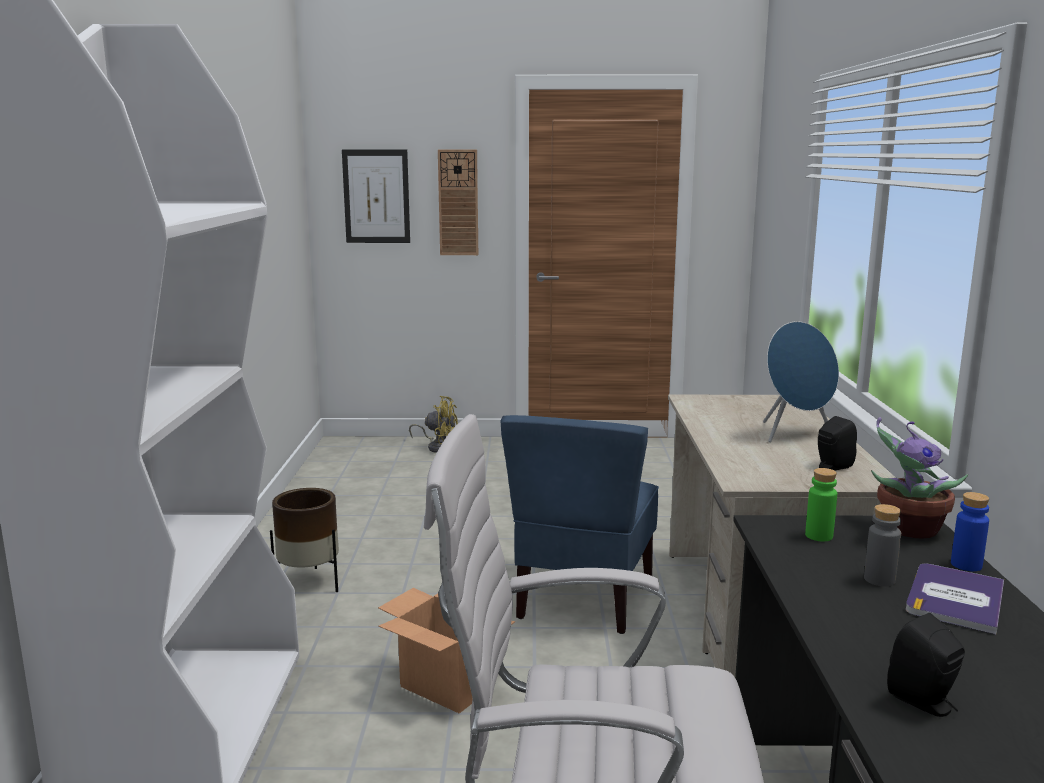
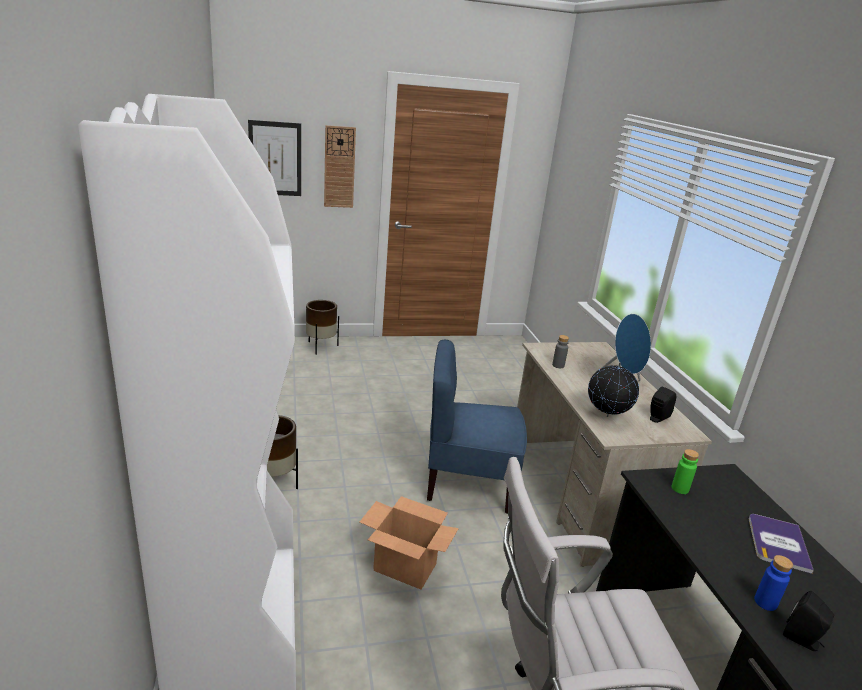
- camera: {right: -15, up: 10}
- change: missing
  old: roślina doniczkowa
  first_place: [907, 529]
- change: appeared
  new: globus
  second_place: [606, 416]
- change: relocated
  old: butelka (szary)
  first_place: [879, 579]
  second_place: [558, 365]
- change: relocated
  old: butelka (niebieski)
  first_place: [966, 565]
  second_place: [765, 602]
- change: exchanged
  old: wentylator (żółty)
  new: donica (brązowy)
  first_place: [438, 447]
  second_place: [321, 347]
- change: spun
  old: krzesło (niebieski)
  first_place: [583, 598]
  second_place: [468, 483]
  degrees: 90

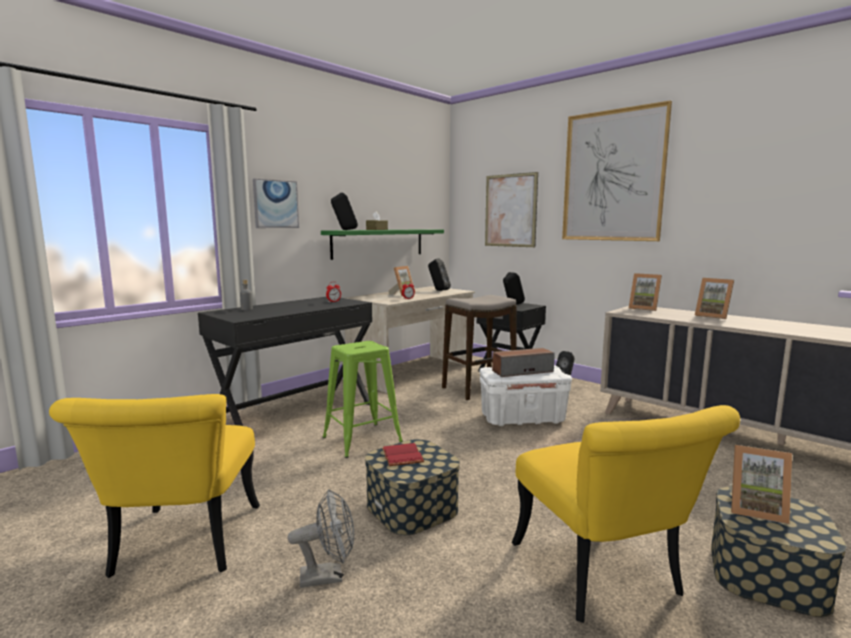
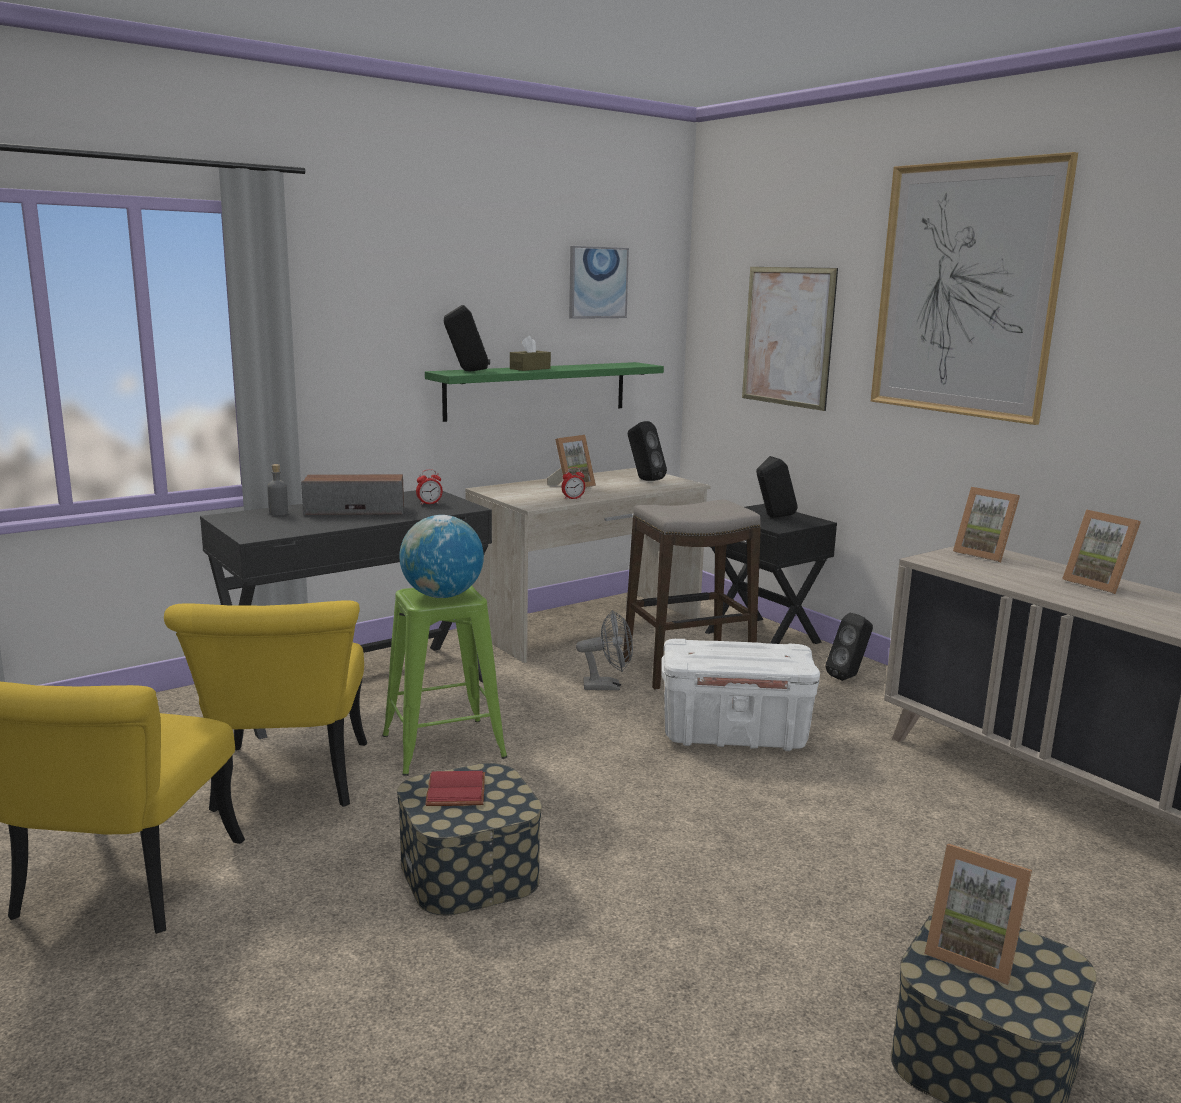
- camera: {right: 10, up: 5}
- change: appeared
  new: globus
  second_place: [442, 596]
- change: relocated
  old: obraz
  first_place: [275, 204]
  second_place: [597, 282]
- change: relocated
  old: wentylator (szary)
  first_place: [328, 576]
  second_place: [608, 686]
- change: relocated
  old: głośnik
  first_place: [522, 371]
  second_place: [355, 510]
- change: relocated
  old: krzesło (żółty)
  first_place: [605, 579]
  second_place: [287, 786]

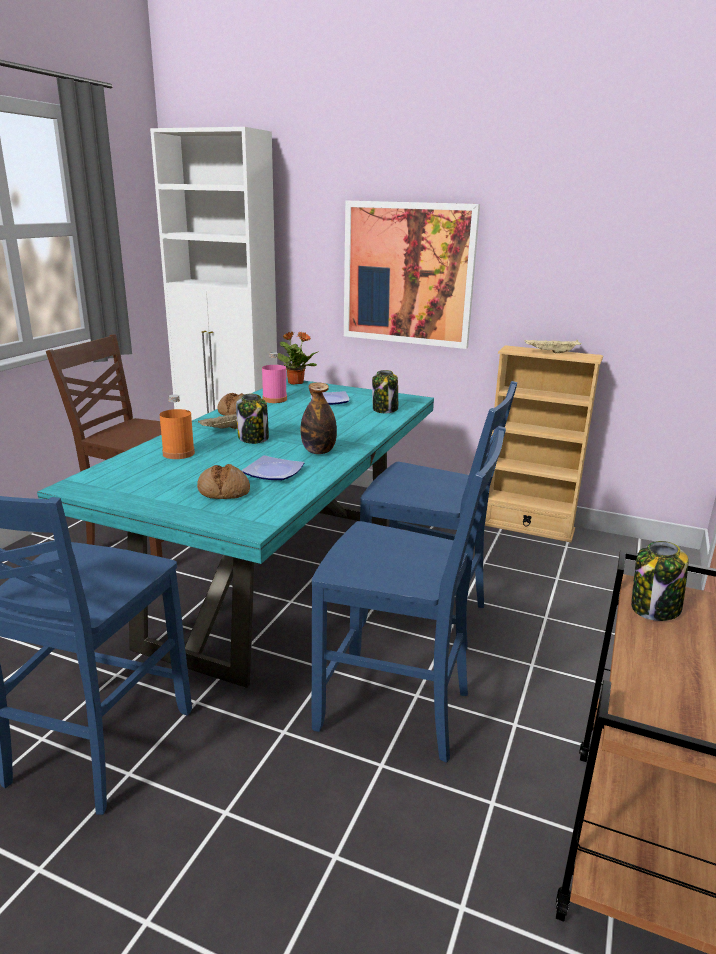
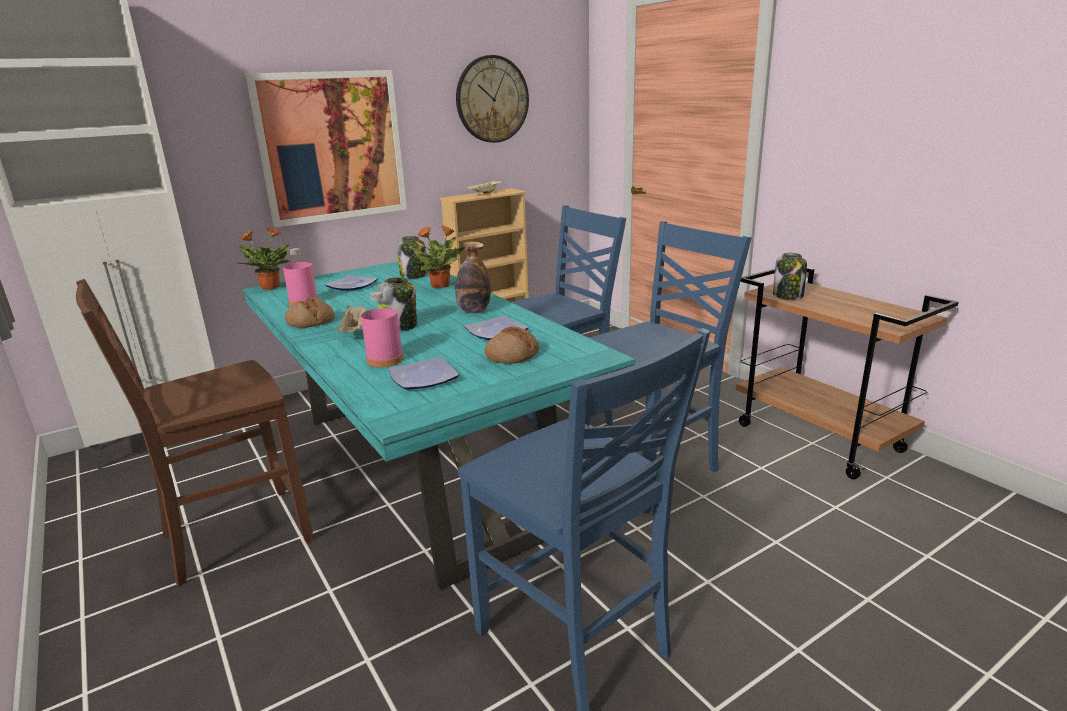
- camera: {right: -55, up: 0}
- change: appeared
  new: talerz
  second_place: [424, 377]
- change: appeared
  new: roślina doniczkowa
  second_place: [441, 285]
- change: appeared
  new: zegar ścienny
  second_place: [492, 99]
- change: colour
  old: butelka (pomarańczowy)
  new: butelka (różowy)
  first_place: [178, 453]
  second_place: [385, 360]

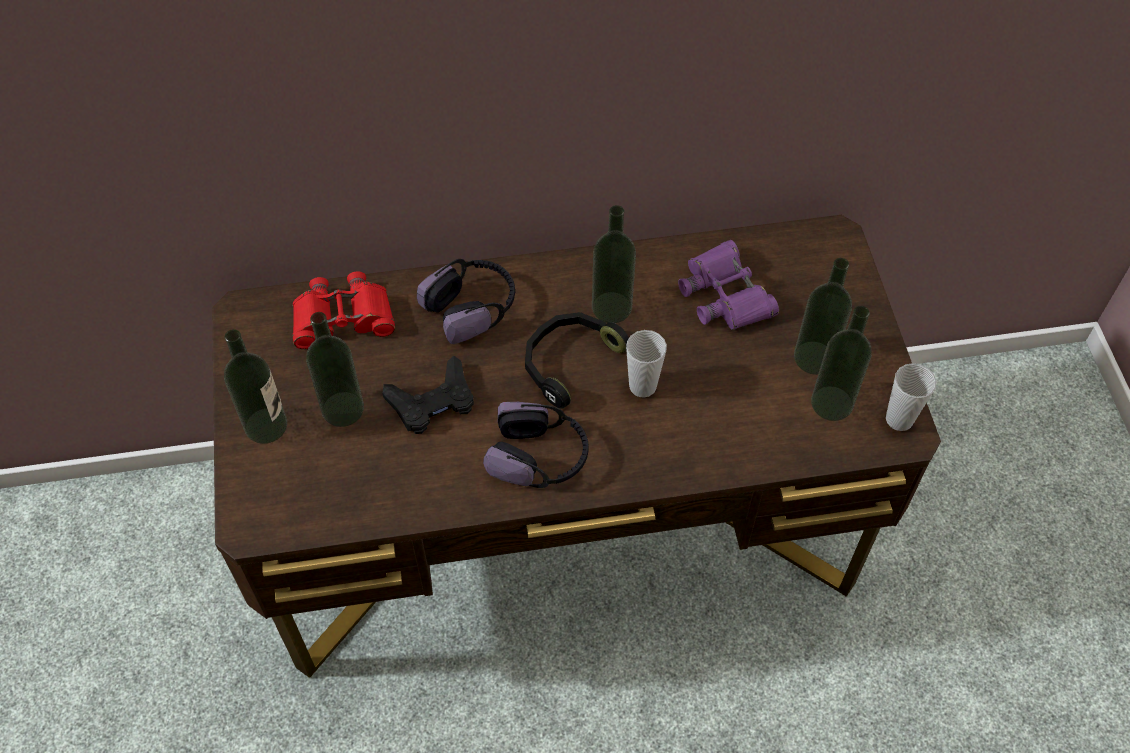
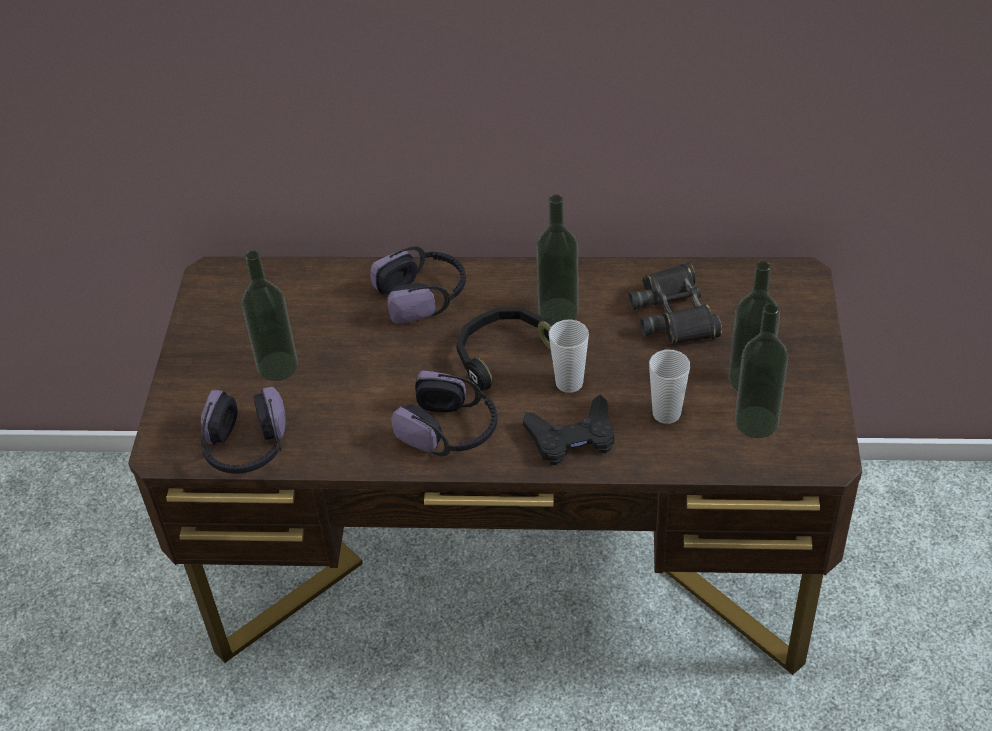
- camera: {right: 15, up: -10}
- change: missing
  old: butelka
  first_place: [266, 425]
- change: missing
  old: lornetka (czerwony)
  first_place: [343, 318]
- change: appeared
  new: słuchawki
  second_place: [246, 448]
- change: relocated
  old: pad do gier (czarny)
  first_place: [432, 402]
  second_place: [572, 437]
- change: relocated
  old: filiżanka
  first_place: [899, 419]
  second_place: [666, 413]
- change: colour
  old: lornetka (fioletowy)
  new: lornetka (czarny)
  first_place: [725, 294]
  second_place: [674, 313]

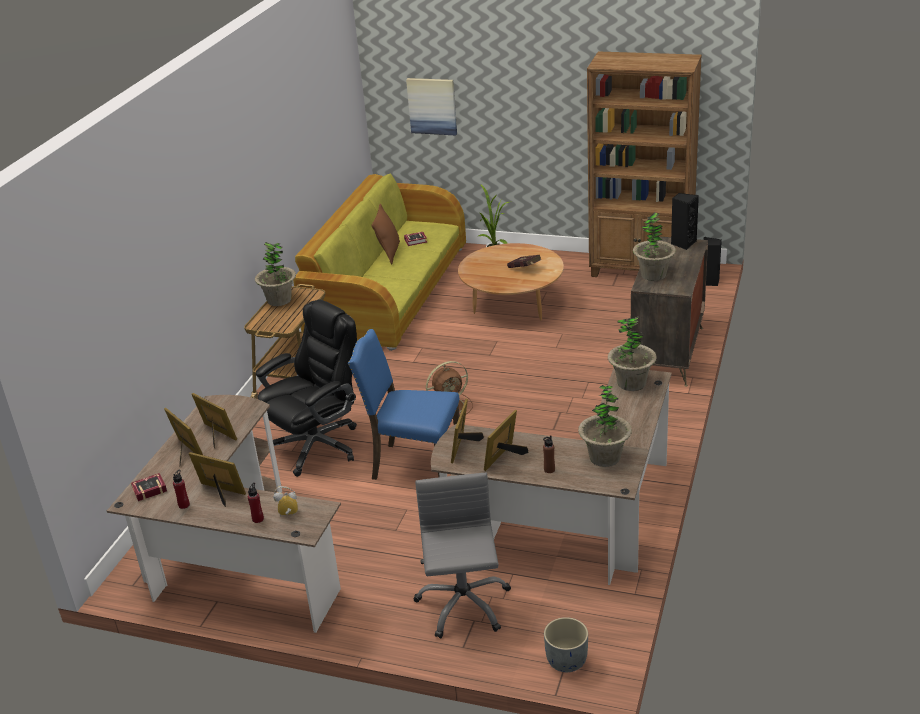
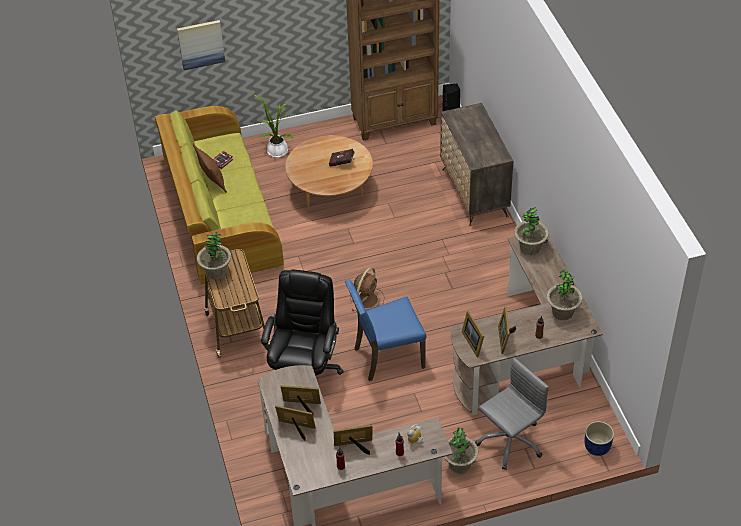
- camera: {right: -35, up: 15}
- change: missing
  old: książka
  first_place: [148, 490]
- change: missing
  old: głośnik (czarny)
  first_place: [683, 243]
- change: relocated
  old: roślina doniczkowa
  first_place: [653, 275]
  second_place: [459, 465]
- change: colour
  old: donica (szary)
  new: donica (niebieski)
  first_place: [566, 661]
  second_place: [597, 447]
- change: spun
  old: krzesło biurowe (szary)
  first_place: [463, 604]
  second_place: [510, 441]
  degrees: 90

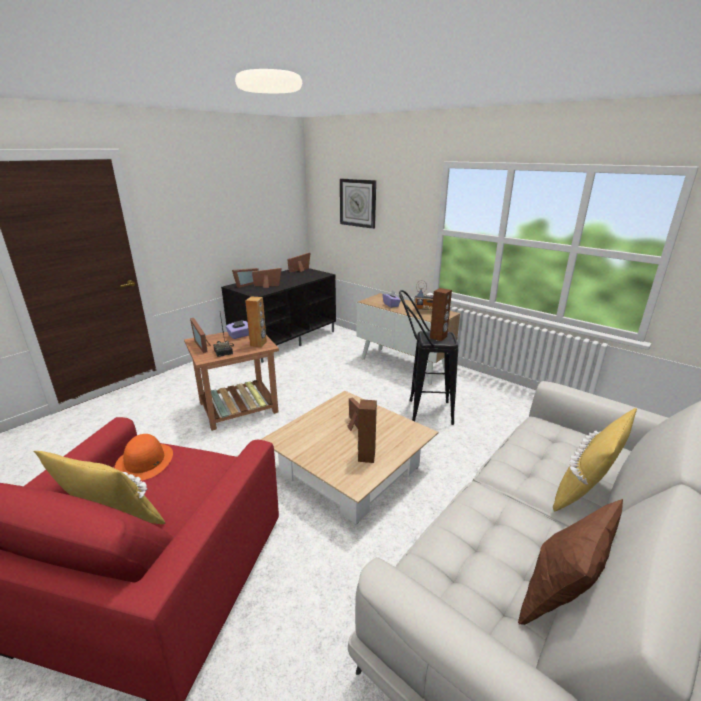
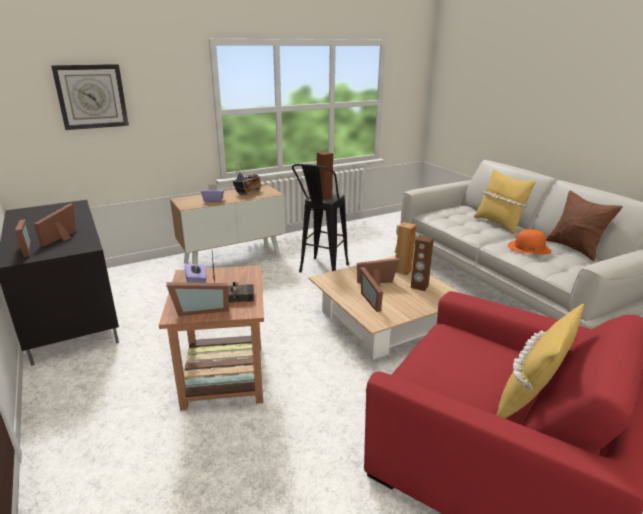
- camera: {right: -70, up: 0}
- change: relocated
  old: kapelusz (pomarańczowy)
  first_place: [145, 461]
  second_place: [529, 248]
- change: relocated
  old: głośnik (brązowy)
  first_place: [258, 344]
  second_place: [403, 271]
- change: relocated
  old: ramka na zdjęcie
  first_place: [301, 270]
  second_place: [373, 300]

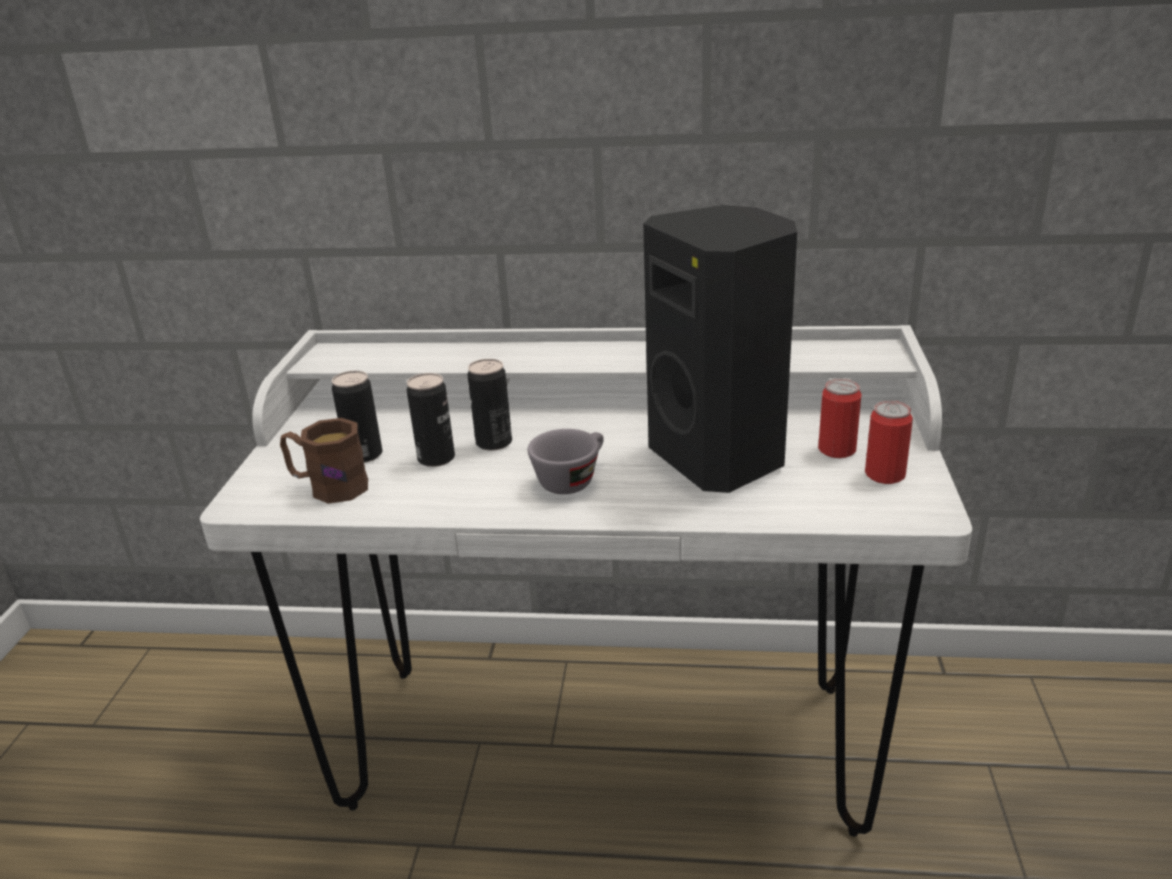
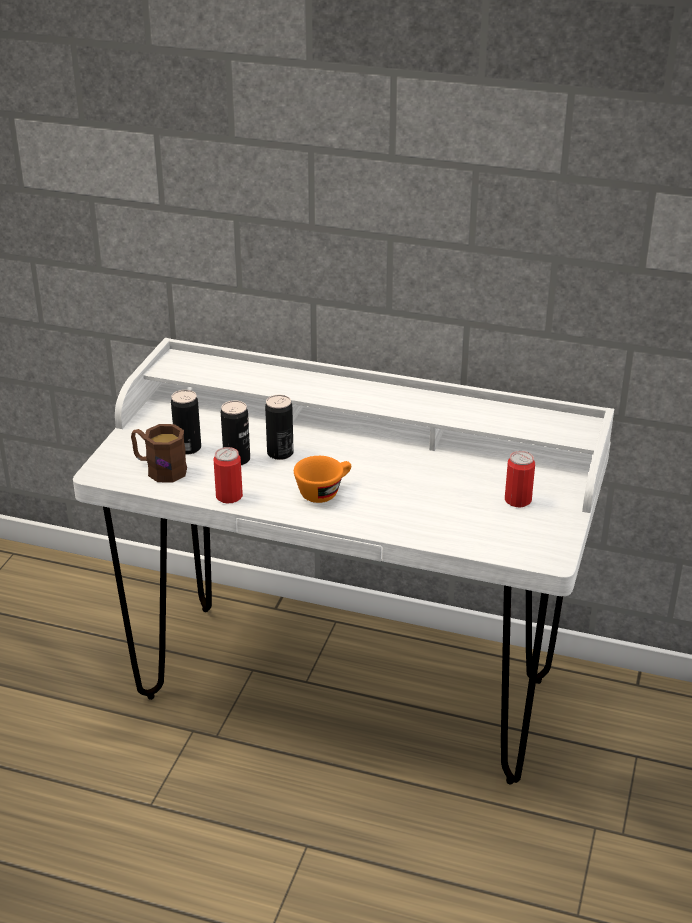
- camera: {right: 10, up: 5}
- change: missing
  old: głośnik (czarny)
  first_place: [721, 458]
- change: relocated
  old: puszka
  first_place: [885, 475]
  second_place: [229, 496]
- change: colour
  old: filiżanka (szary)
  new: filiżanka (pomarańczowy)
  first_place: [572, 479]
  second_place: [324, 492]

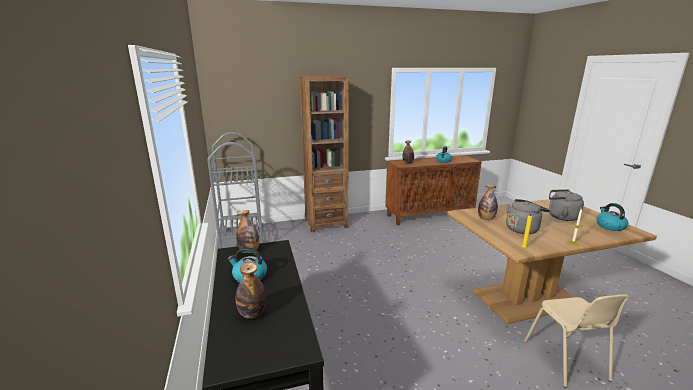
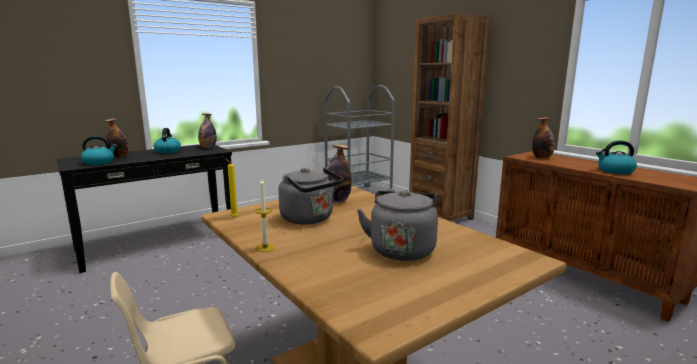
- camera: {right: 70, up: -5}
- change: relocated
  old: czajnik
  first_place: [609, 226]
  second_place: [99, 162]

